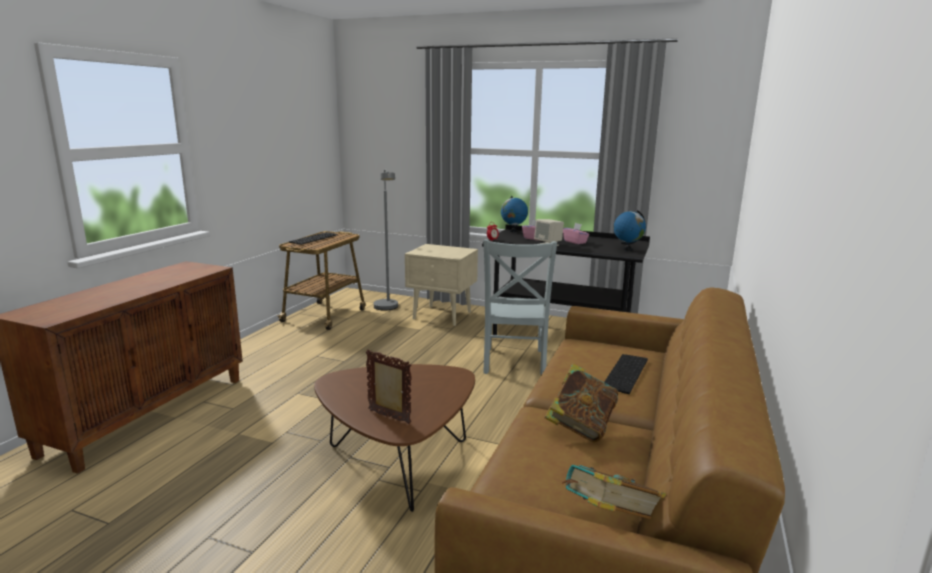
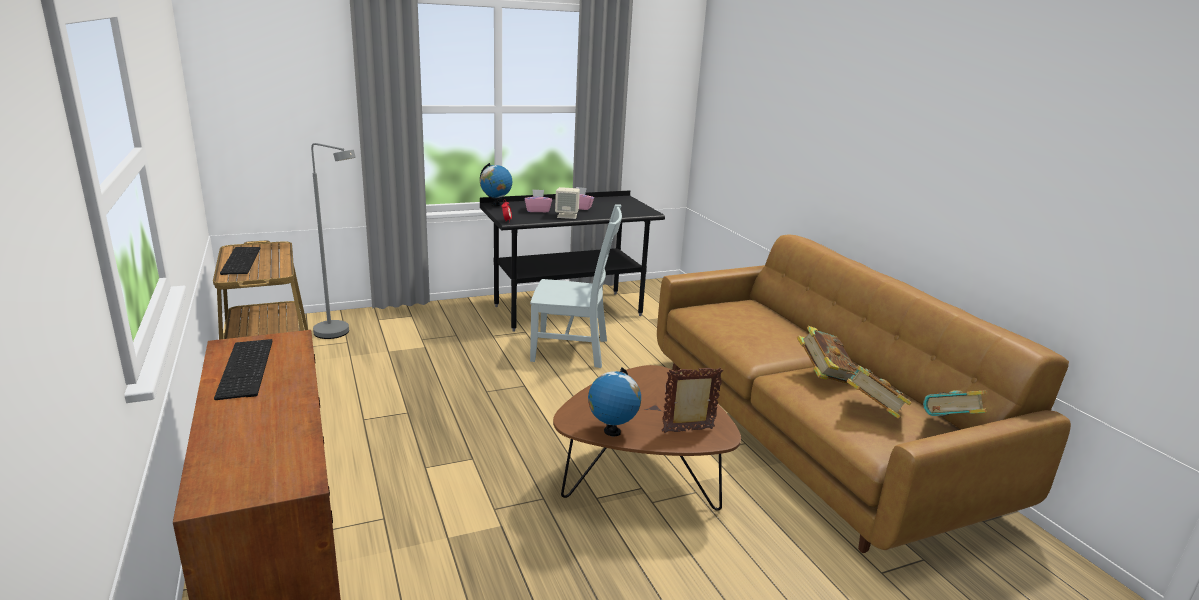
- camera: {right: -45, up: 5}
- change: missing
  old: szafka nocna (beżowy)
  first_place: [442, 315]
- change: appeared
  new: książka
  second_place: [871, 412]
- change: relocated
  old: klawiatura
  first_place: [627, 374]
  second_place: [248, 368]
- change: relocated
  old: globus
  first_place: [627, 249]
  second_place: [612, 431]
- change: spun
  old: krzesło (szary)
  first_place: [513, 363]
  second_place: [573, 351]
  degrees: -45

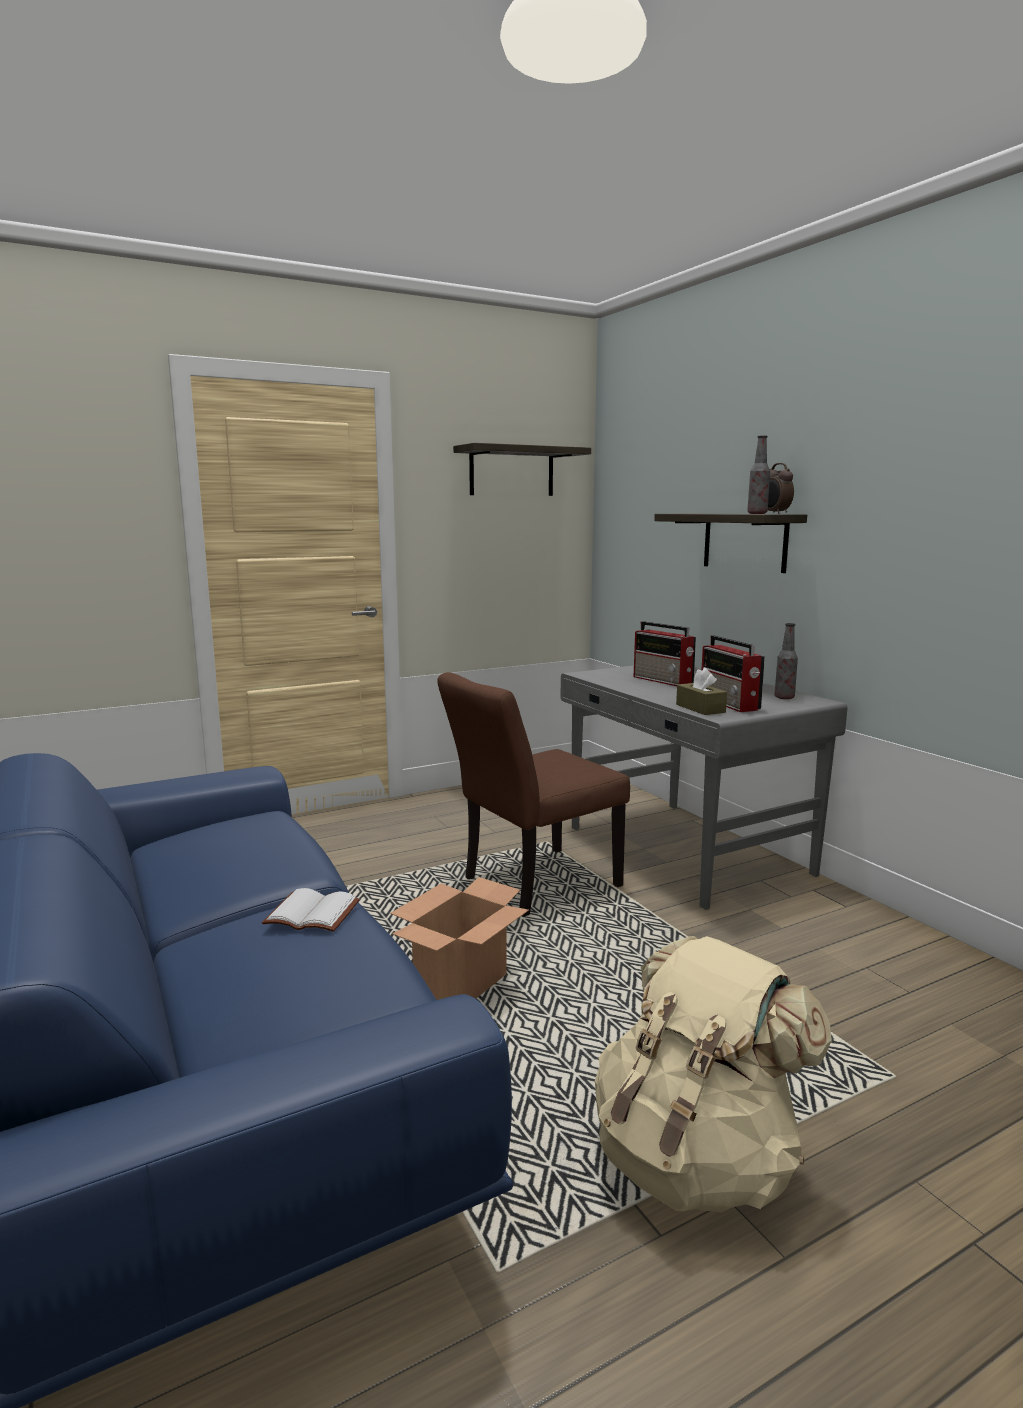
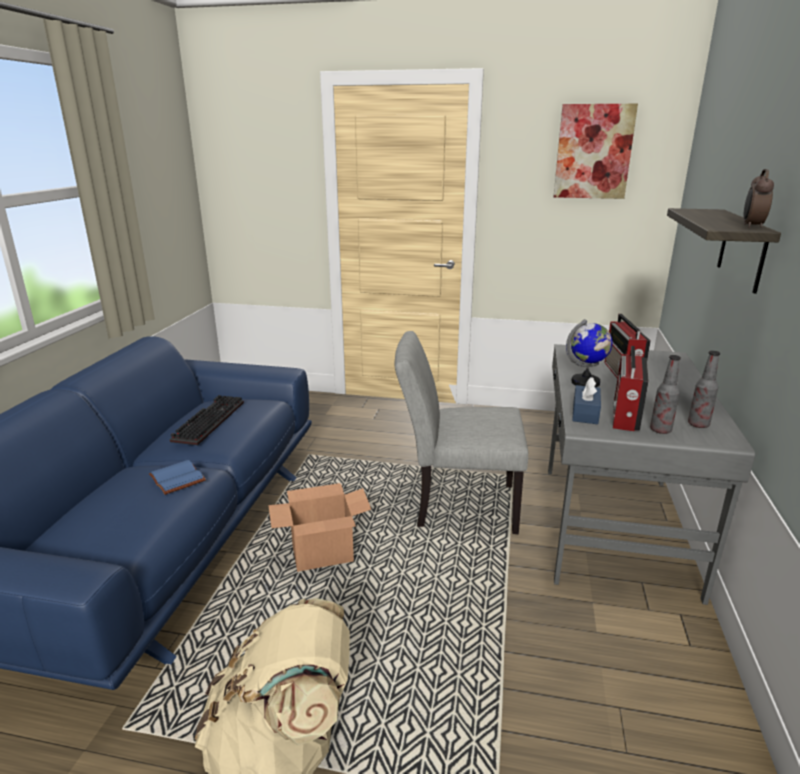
- camera: {right: 40, up: 10}
- change: appeared
  new: klawiatura
  second_place: [208, 420]
- change: appeared
  new: globus
  second_place: [586, 382]
- change: relocated
  old: butelka
  first_place: [757, 513]
  second_place: [660, 430]
- change: exchanged
  old: półka
  new: obraz
  first_place: [511, 472]
  second_place: [593, 152]
- change: colour
  old: książka (biały)
  new: książka (niebieski)
  first_place: [310, 915]
  second_place: [175, 478]
- change: colour
  old: krzesło (brązowy)
  new: krzesło (szary)
  first_place: [531, 885]
  second_place: [456, 505]
- change: colour
  old: pudełko chusteczek (brązowy)
  new: pudełko chusteczek (niebieski)
  first_place: [700, 708]
  second_place: [585, 413]

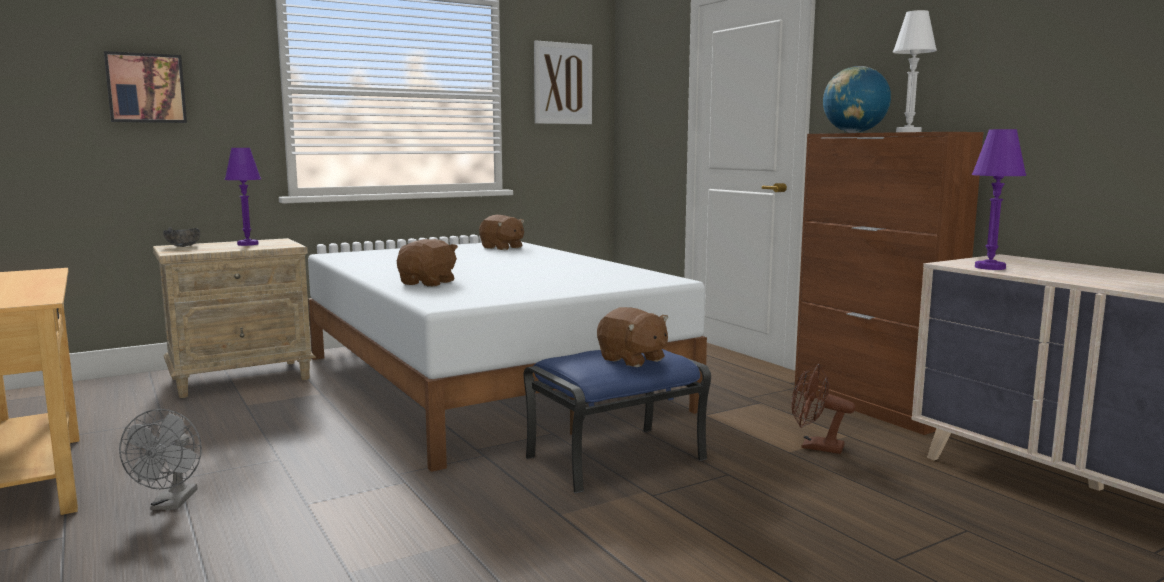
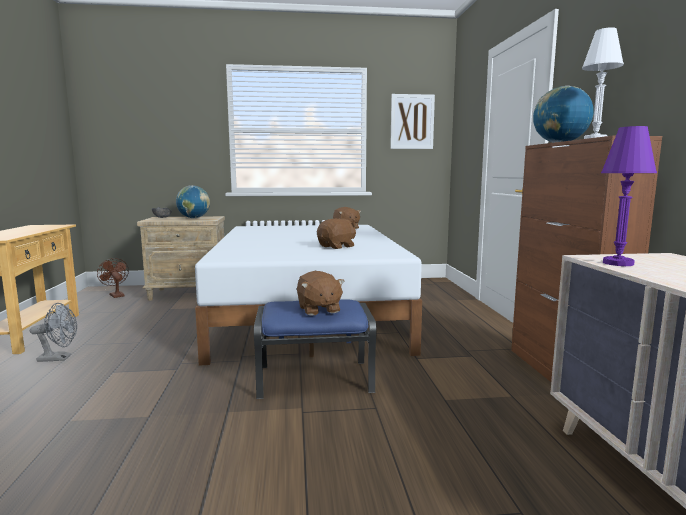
- camera: {right: 25, up: 0}
- change: missing
  old: obraz
  first_place: [146, 88]
- change: relocated
  old: pluszak (brązowy)
  first_place: [428, 283]
  second_place: [337, 246]
- change: relocated
  old: wentylator (brązowy)
  first_place: [815, 447]
  second_place: [115, 295]
- change: exchanged
  old: lampa stołowa (fioletowy)
  new: globus
  first_place: [248, 244]
  second_place: [194, 218]
- change: spun
  old: wentylator (szary)
  first_place: [171, 504]
  second_place: [59, 358]
  degrees: -120

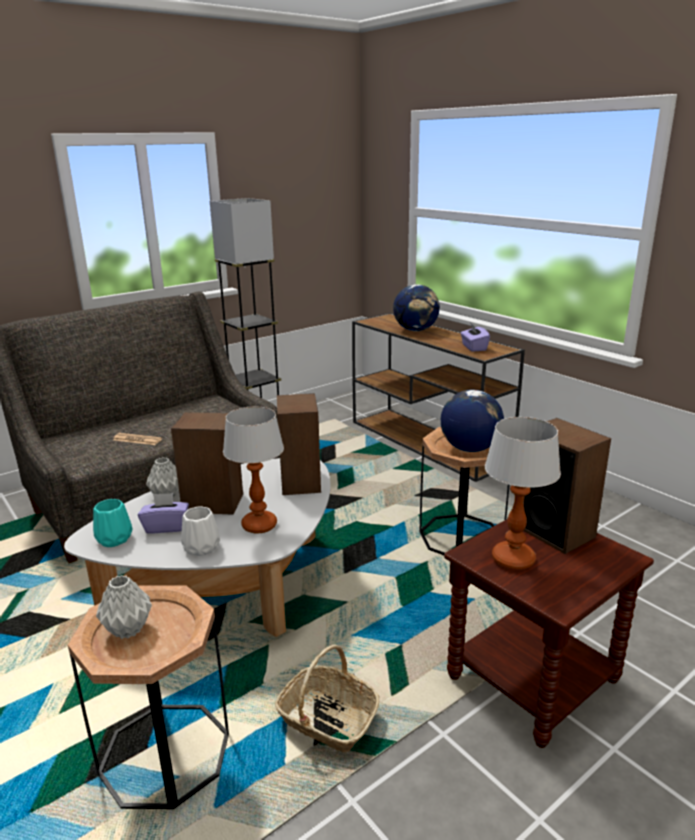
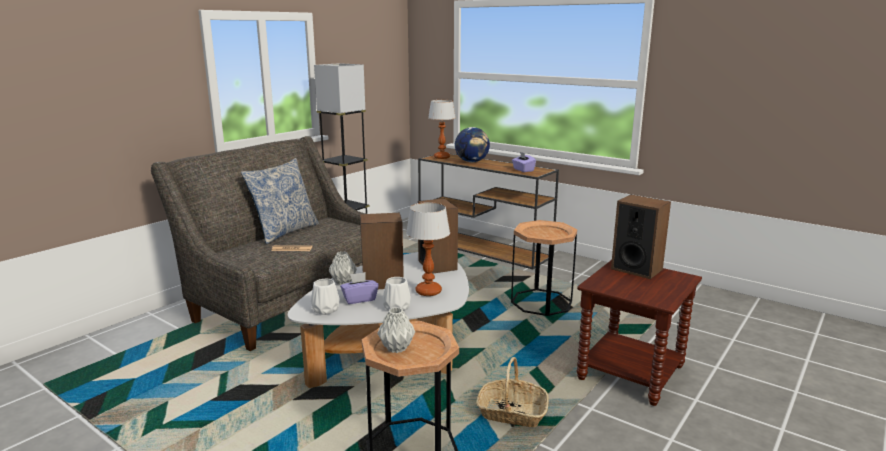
- camera: {right: -15, up: -5}
- change: missing
  old: globus
  first_place: [469, 448]
- change: appeared
  new: poduszka
  second_place: [284, 232]
- change: relocated
  old: lampa stołowa
  first_place: [513, 559]
  second_place: [442, 157]
- change: colour
  old: wazon (turkusowy)
  new: wazon (biały)
  first_place: [115, 539]
  second_place: [326, 310]

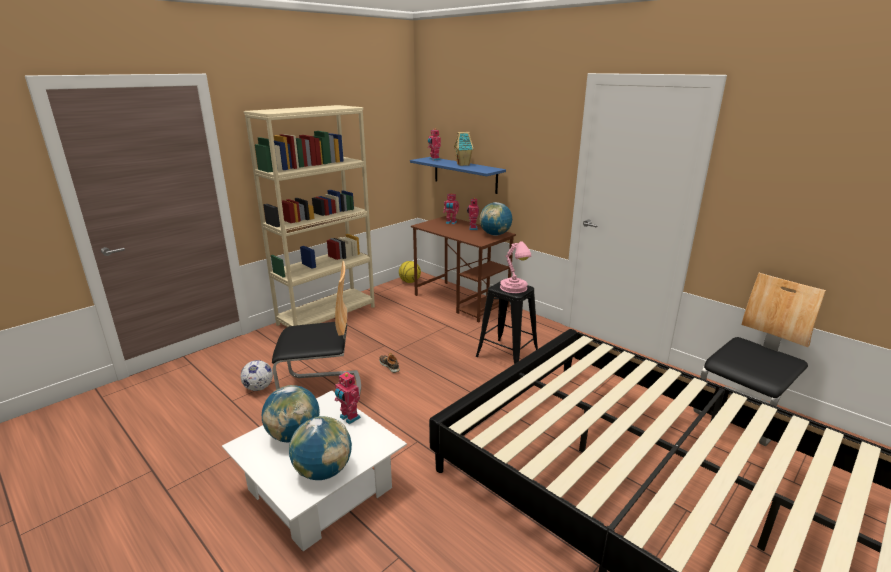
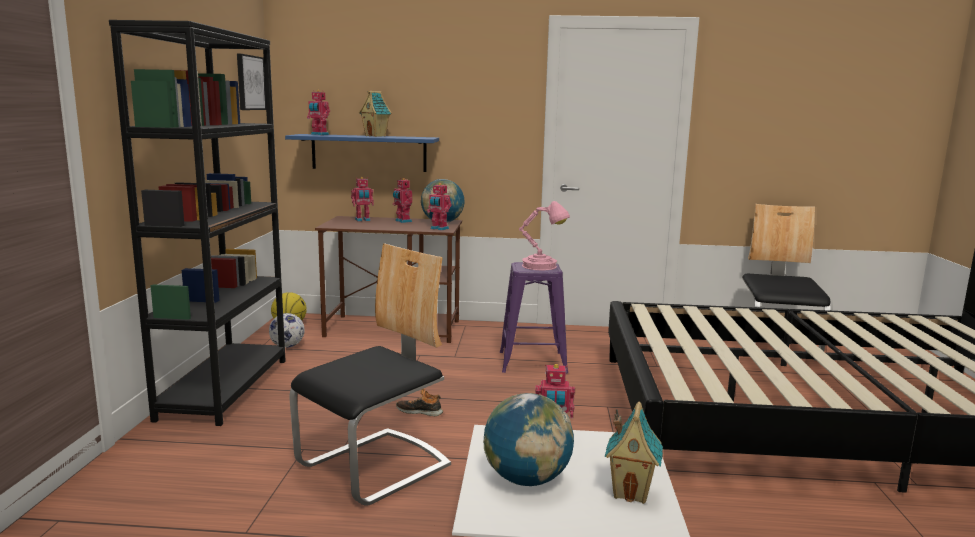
- camera: {right: -40, up: -10}
- change: appeared
  new: obraz
  second_place: [249, 83]
- change: appeared
  new: robot zabawkowy
  second_place: [439, 229]
- change: relocated
  old: piłka futbolowa
  first_place: [258, 388]
  second_place: [287, 346]
- change: exchanged
  old: globus
  new: domek
  first_place: [323, 471]
  second_place: [631, 492]
- change: colour
  old: regał (beżowy)
  new: regał (czarny)
  first_place: [327, 315]
  second_place: [225, 388]
- change: colour
  old: stołek (czarny)
  new: stołek (fioletowy)
  first_place: [506, 355]
  second_place: [532, 362]

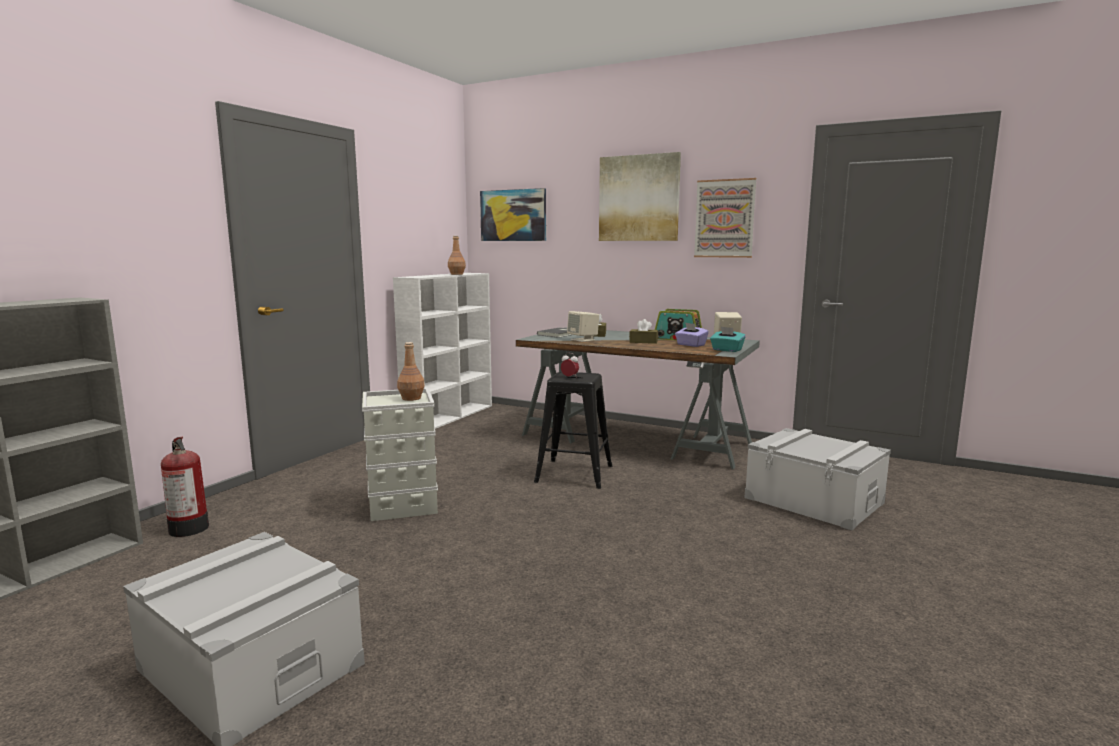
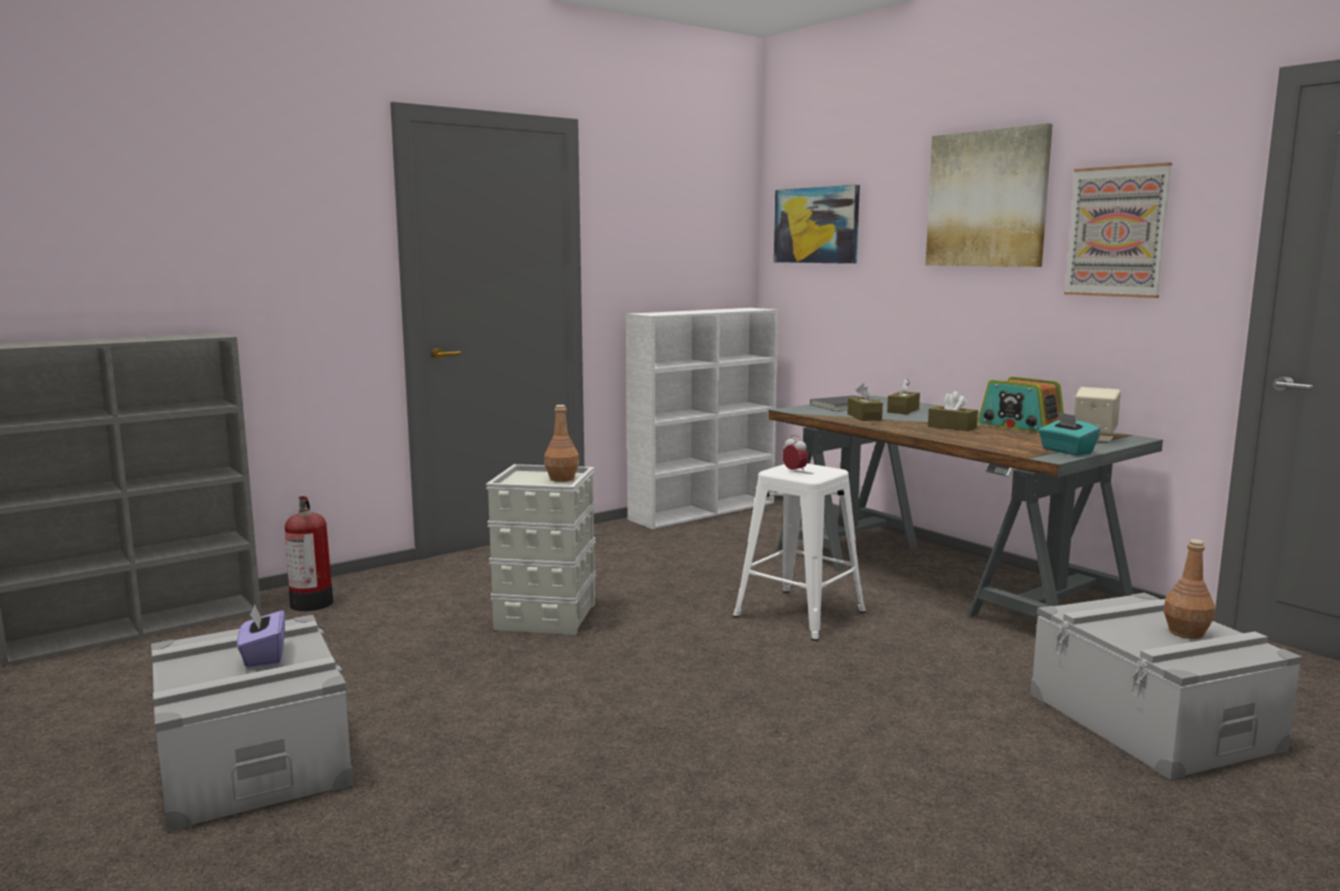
- camera: {right: 25, up: 0}
- change: relocated
  old: butelka (brązowy)
  first_place: [456, 274]
  second_place: [1185, 633]
- change: relocated
  old: pudełko chusteczek (fioletowy)
  first_place: [690, 345]
  second_place: [263, 656]
- change: exchanged
  old: głośnik (beżowy)
  new: pudełko chusteczek (brązowy)
  first_place: [583, 340]
  second_place: [864, 417]
- change: colour
  old: stołek (czarny)
  new: stołek (biały)
  first_place: [573, 474]
  second_place: [797, 614]

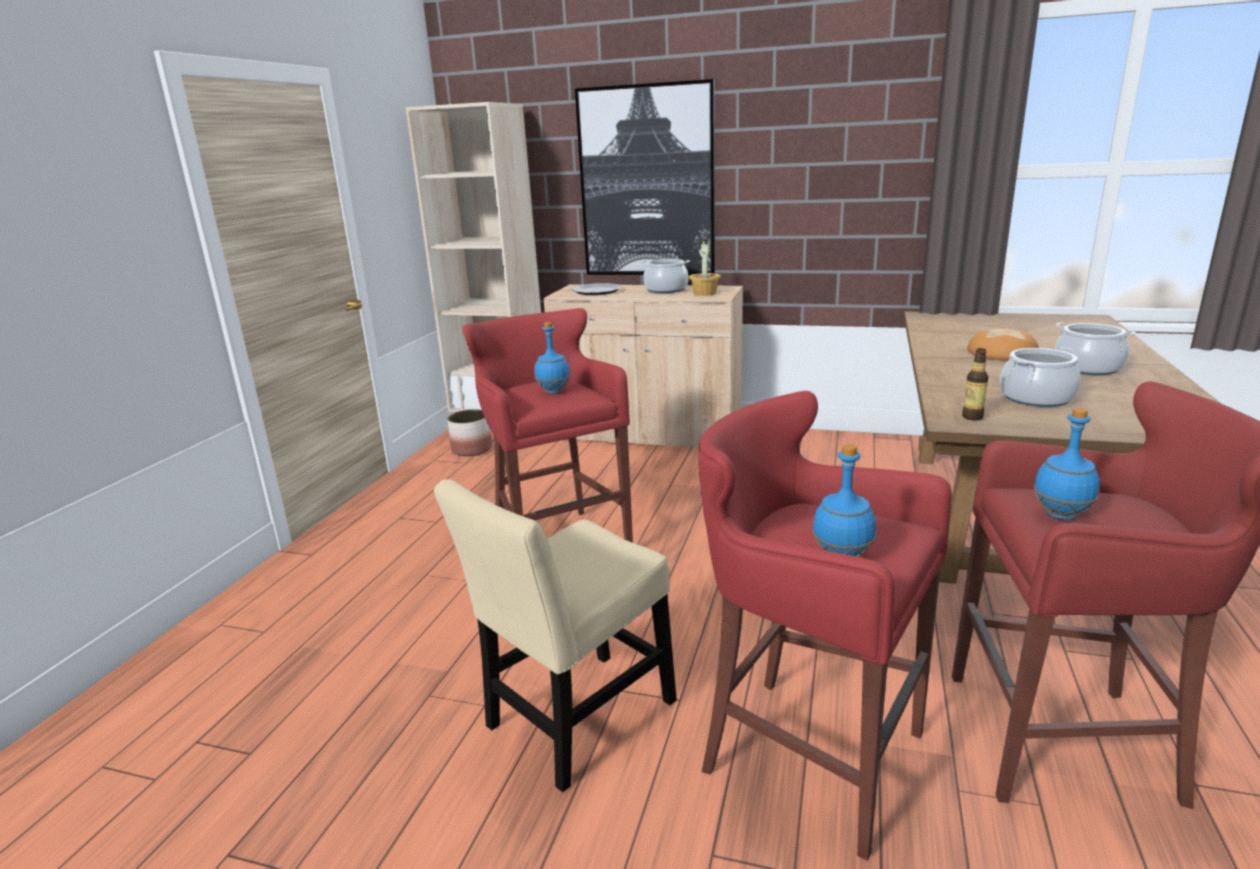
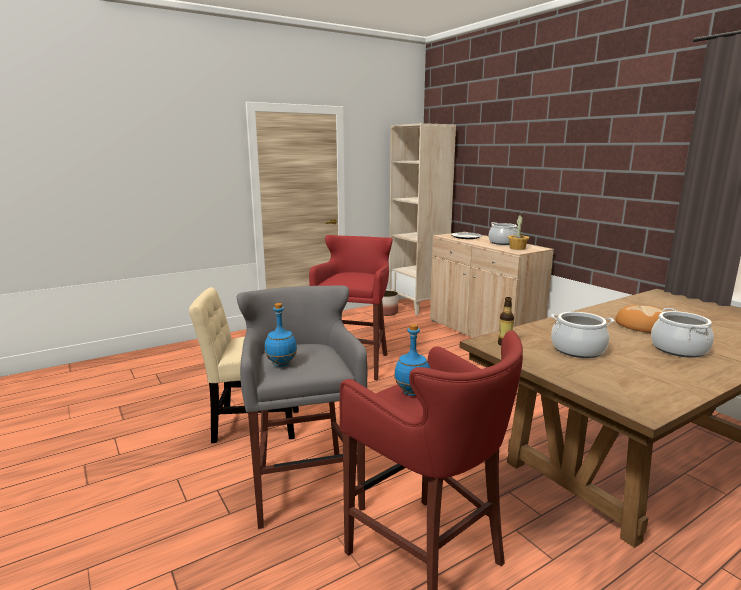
- camera: {right: 40, up: -5}
- change: missing
  old: butelka (niebieski)
  first_place: [554, 391]
- change: missing
  old: obraz
  first_place: [647, 183]
- change: colour
  old: stołek (czerwony)
  new: stołek (szary)
  first_place: [807, 753]
  second_place: [305, 484]

